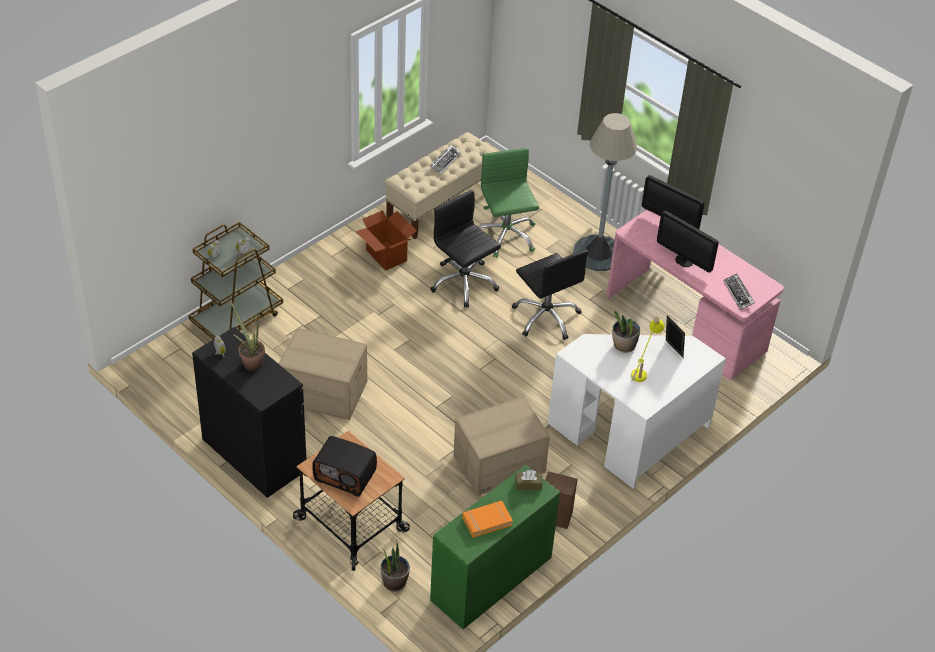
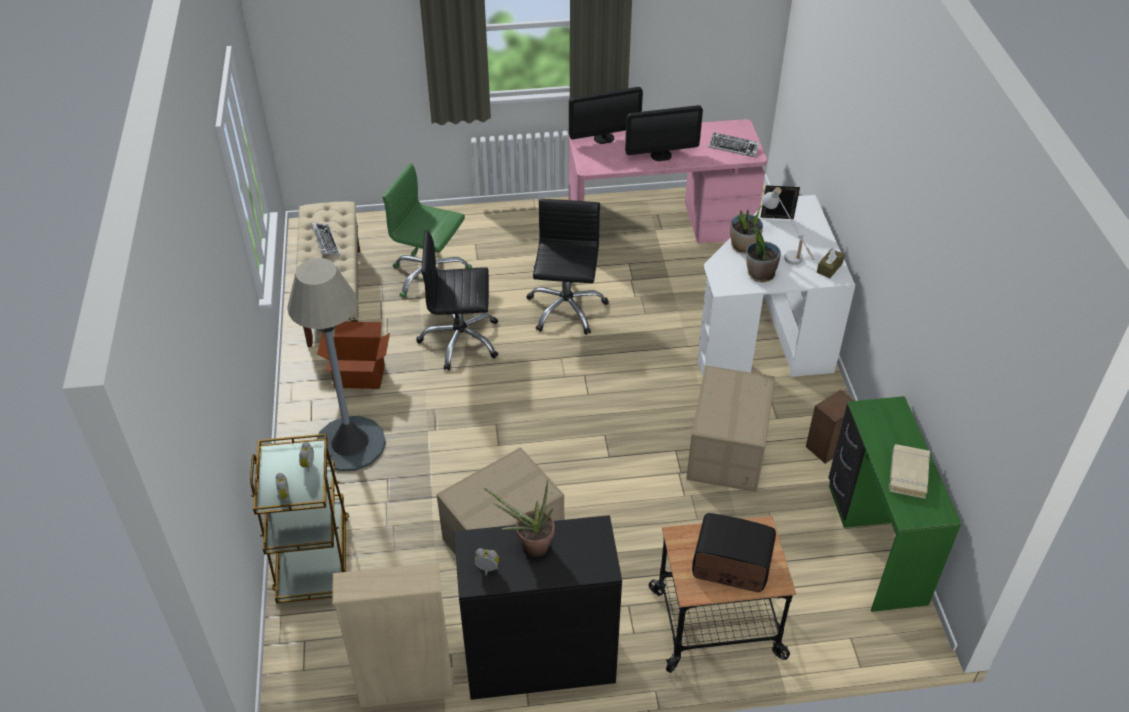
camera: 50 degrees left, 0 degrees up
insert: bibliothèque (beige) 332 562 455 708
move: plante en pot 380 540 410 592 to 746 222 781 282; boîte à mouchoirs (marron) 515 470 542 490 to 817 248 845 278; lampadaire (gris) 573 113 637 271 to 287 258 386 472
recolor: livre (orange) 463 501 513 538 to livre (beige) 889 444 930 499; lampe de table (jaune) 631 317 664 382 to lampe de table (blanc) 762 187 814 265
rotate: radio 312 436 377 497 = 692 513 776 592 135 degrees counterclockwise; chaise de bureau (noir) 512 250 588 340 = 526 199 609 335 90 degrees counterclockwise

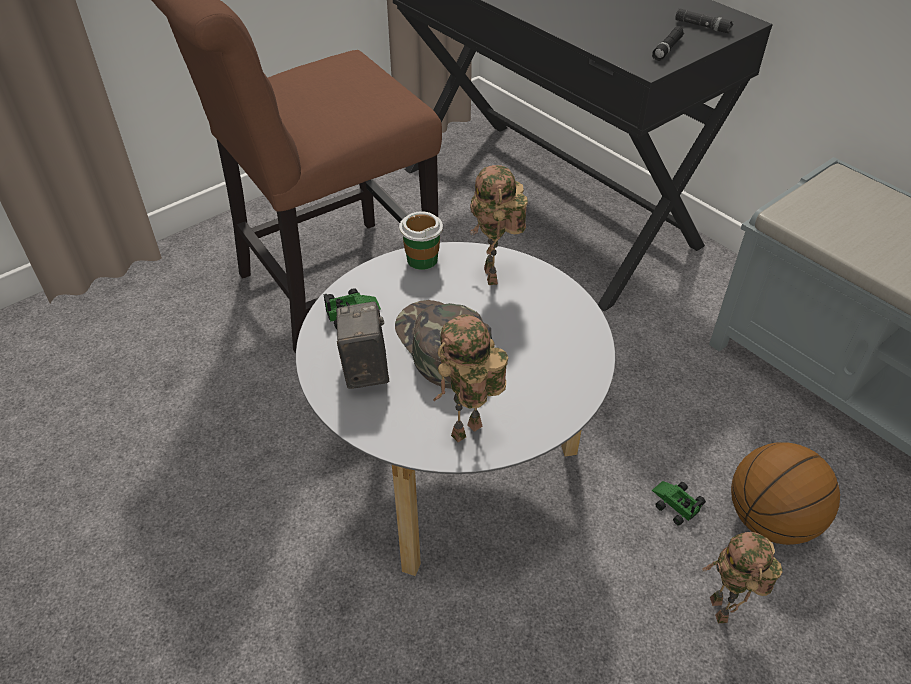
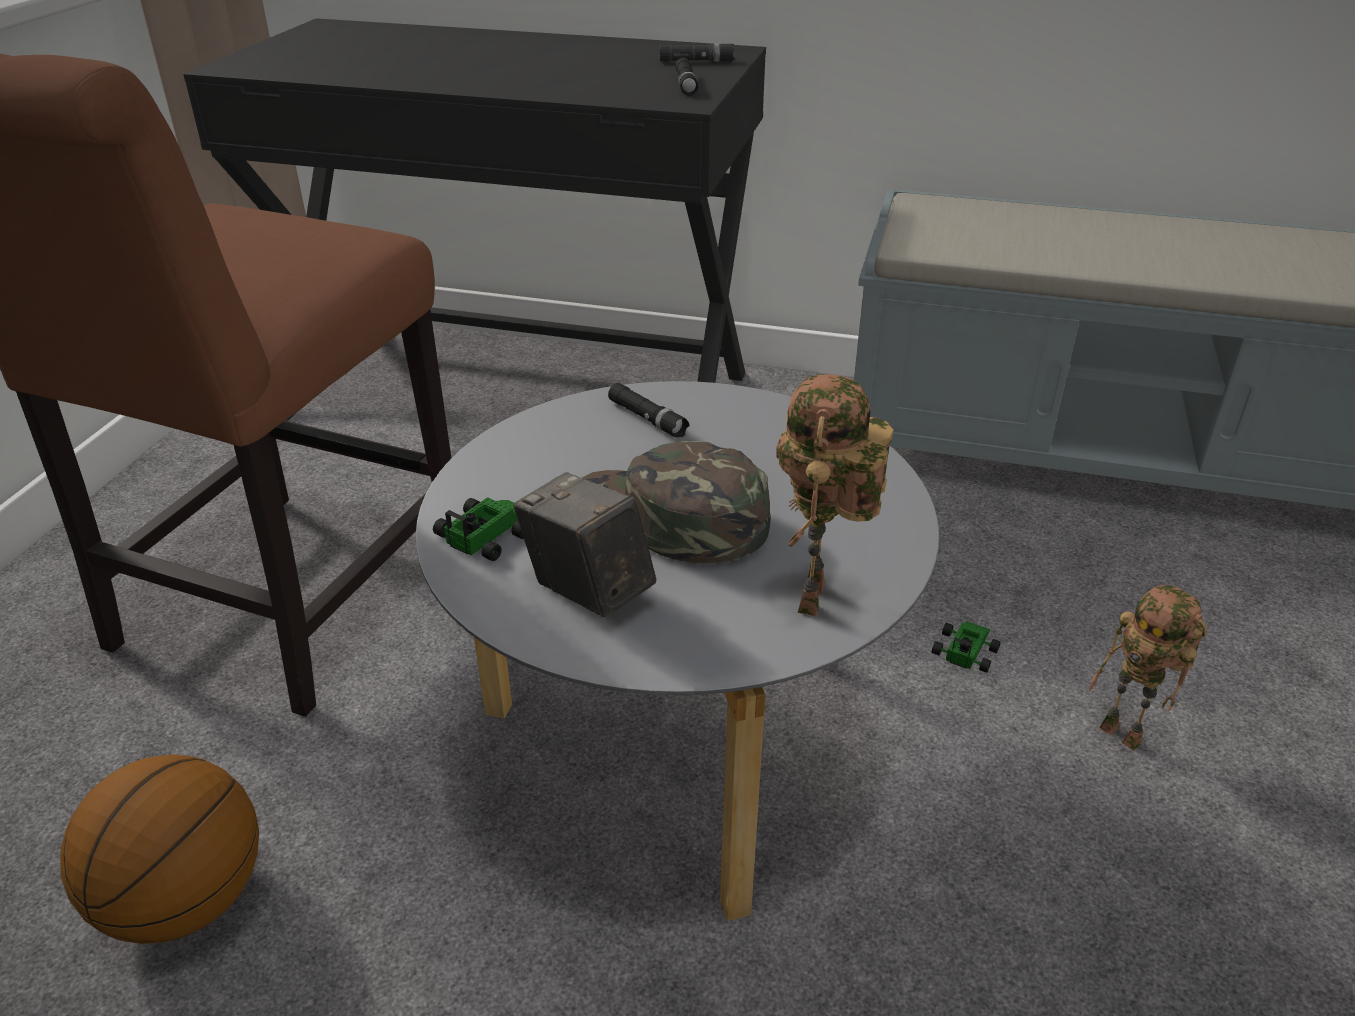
camera: 35 degrees left, 10 degrees down
delete: tasse 399 211 443 270
move: ballon de basket 731 442 840 545 to 60 754 259 944
replace: robot jouet 470 165 528 285 to lampe de poche (noir) 608 383 690 438
rotate: petite voiture 652 481 706 526 = 931 621 1001 673 105 degrees clockwise

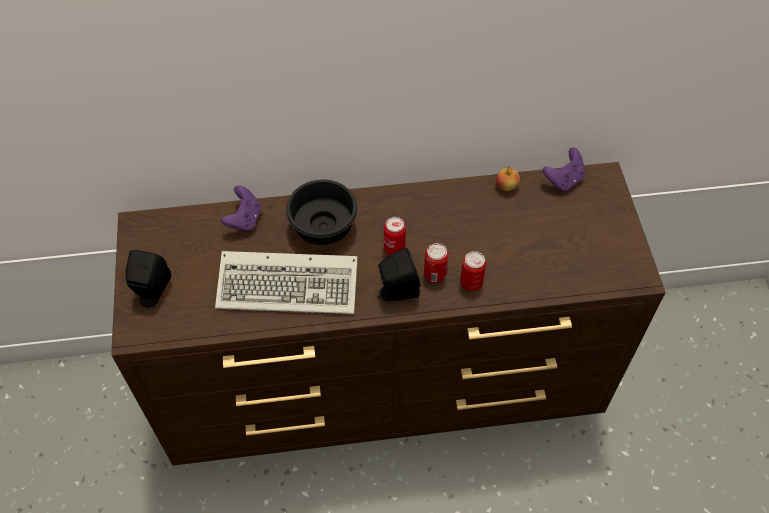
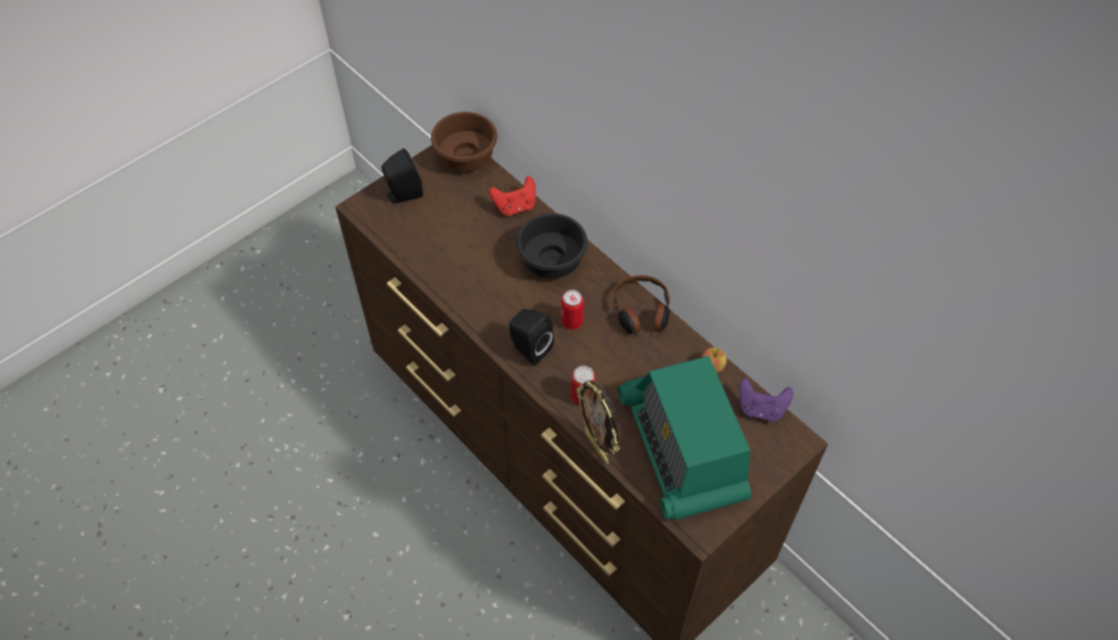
camera: 55 degrees right, 0 degrees up
delete: clavier 215 251 358 314; boîte métallique 424 243 449 283
insert: bol (marron) 431 112 497 171; cadre photo 576 381 621 465; casque audio 613 275 670 337; radio 618 356 751 520
recolor: manette (violet) 221 186 261 232 to manette (rouge) 489 176 536 216

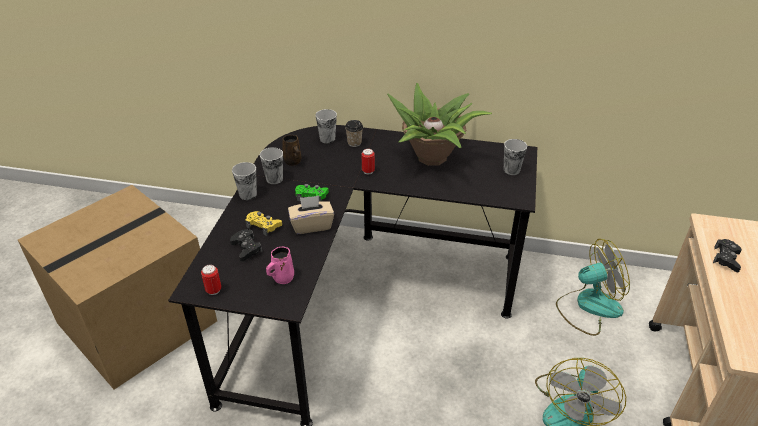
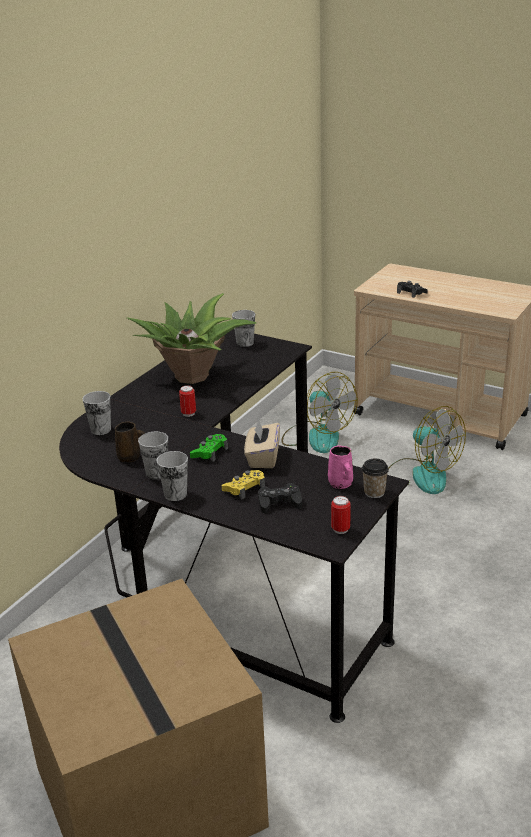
camera: 70 degrees left, 10 degrees down
move: tasse 345 120 363 147 to 362 459 389 498
rotate: ventilateur 556 239 630 336 = 281 372 358 453 135 degrees clockwise

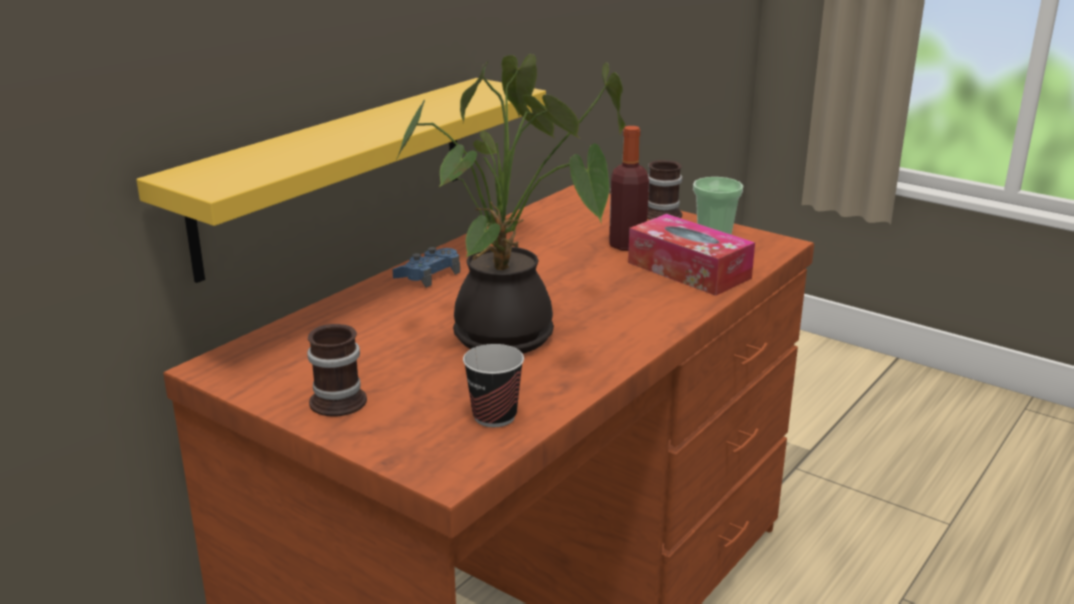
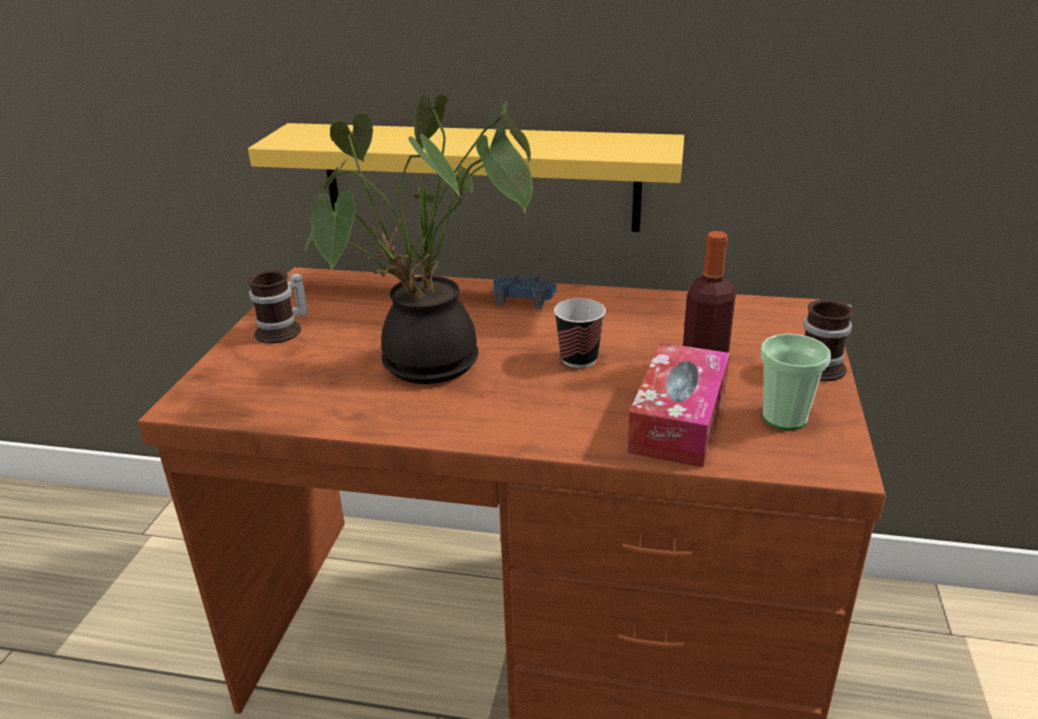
camera: 65 degrees right, 5 degrees up
move: tasse 463 344 524 427 to 554 298 606 368

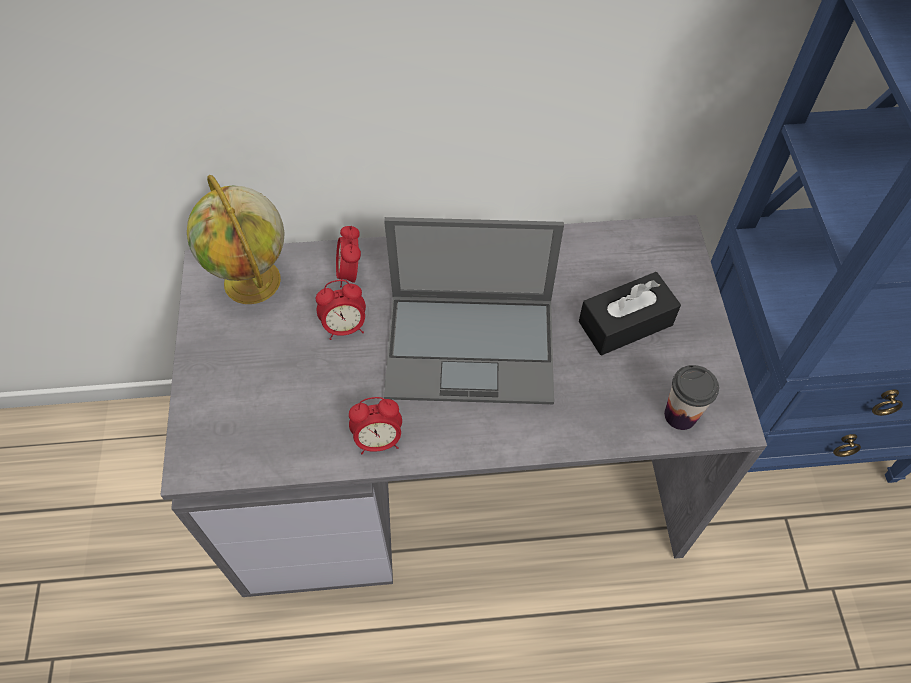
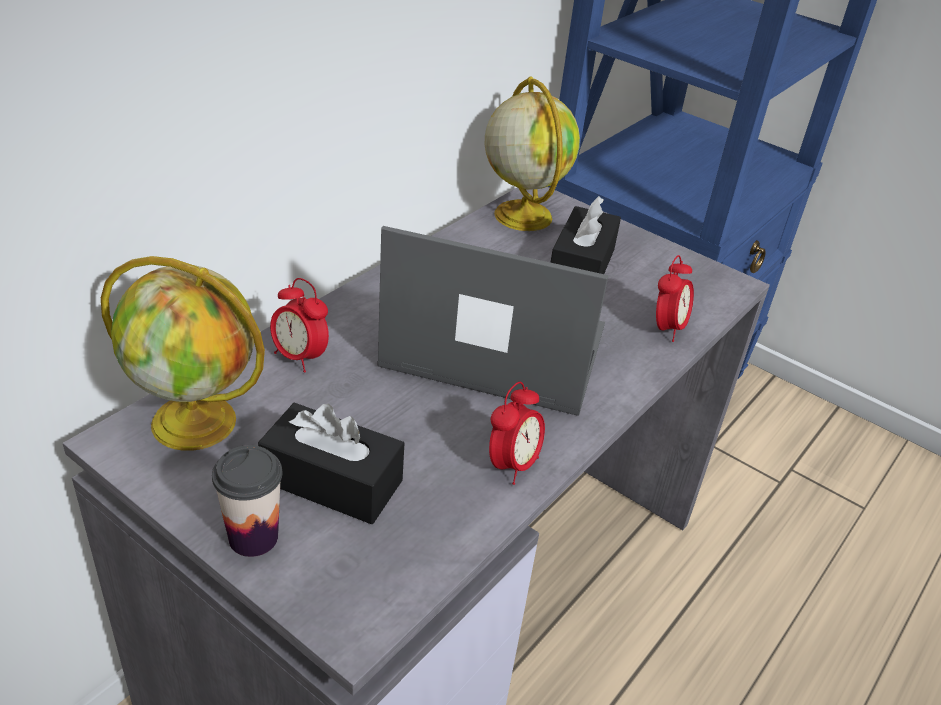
camera: 50 degrees left, 20 degrees down
insert: boîte à mouchoirs (noir) 258 403 404 524; globe 485 77 580 231
move: réveil 316 280 366 340 to 656 255 694 342; tasse 664 365 719 430 to 212 445 282 557
rotate: ordinateur portable 384 217 564 404 = 377 226 609 416 120 degrees counterclockwise

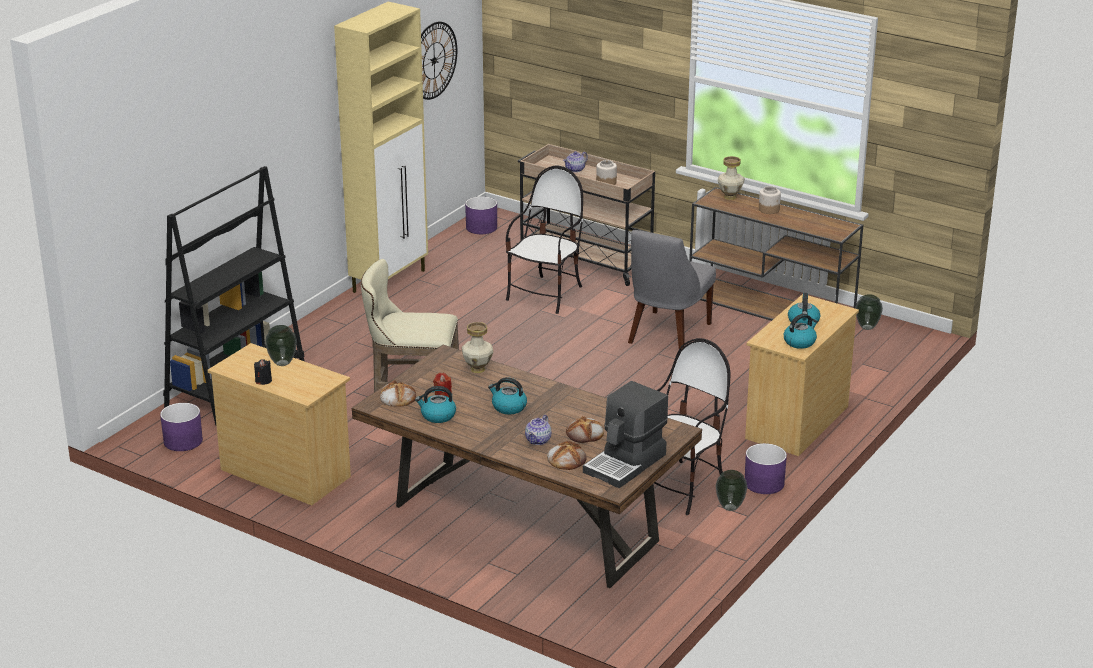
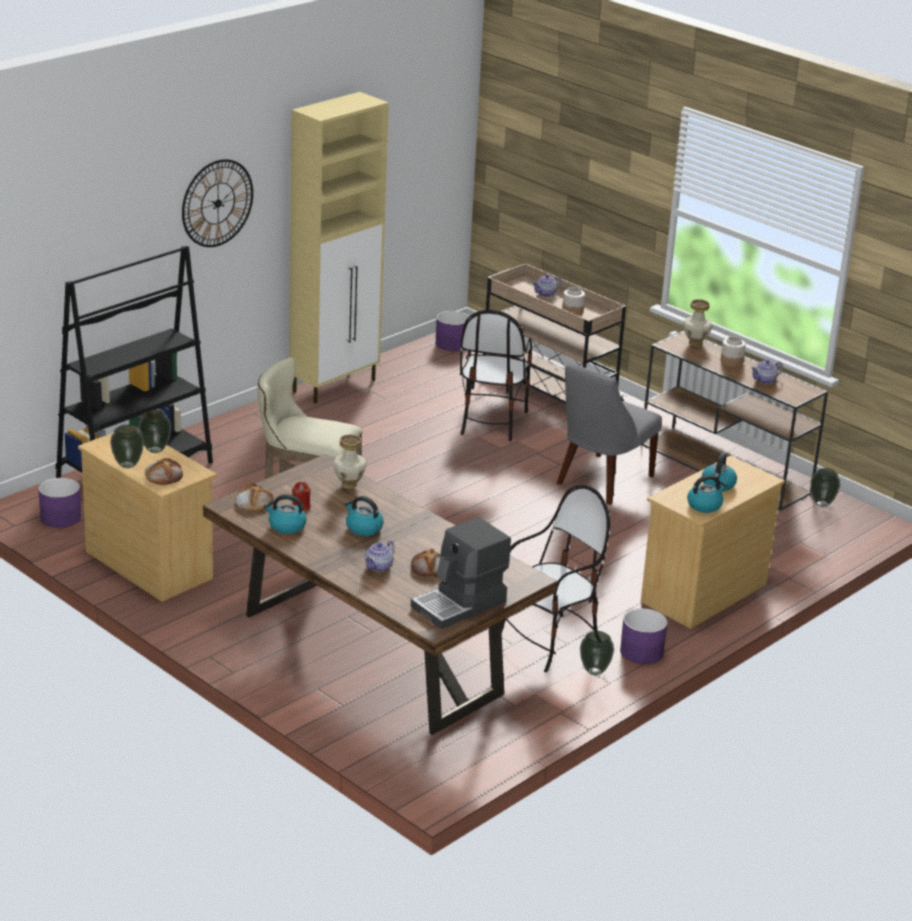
camera: 10 degrees right, 0 degrees up
insert: théière 751 360 783 384
move: horloge murale 421 22 457 100 to 182 159 253 247; pain 547 441 587 470 to 145 458 183 485
replace: bougie (noir) 254 359 272 385 to vase 110 424 144 468
rotate: chaise 506 166 583 314 = 460 310 532 441 150 degrees clockwise

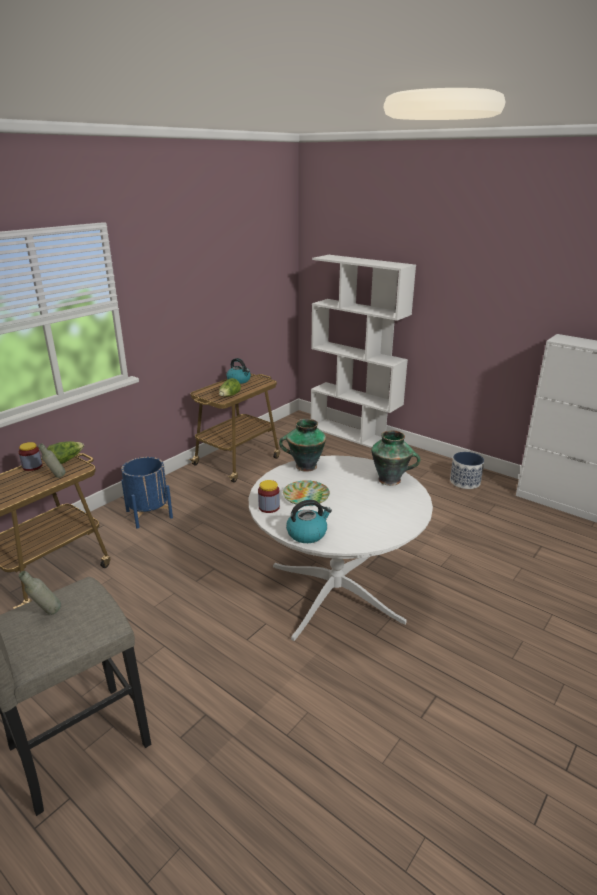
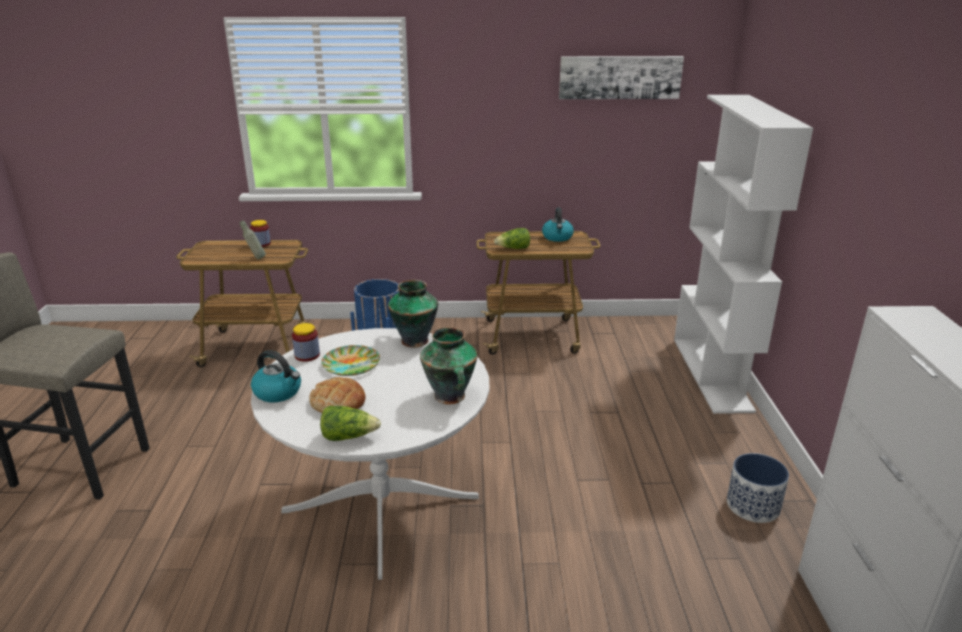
camera: 50 degrees right, 0 degrees up
delete: bouteille (gris) 19 571 61 615
insert: pain 309 377 366 413; tableau 559 56 684 99
move: laitue 47 441 84 464 to 320 405 381 441

